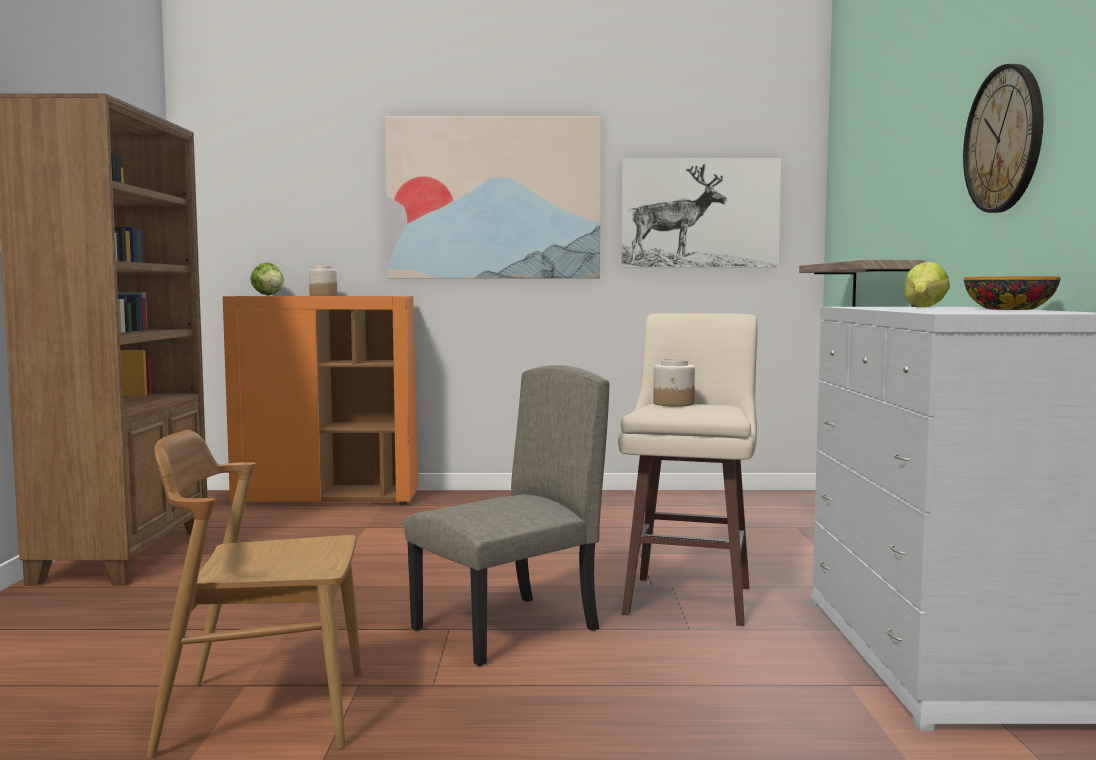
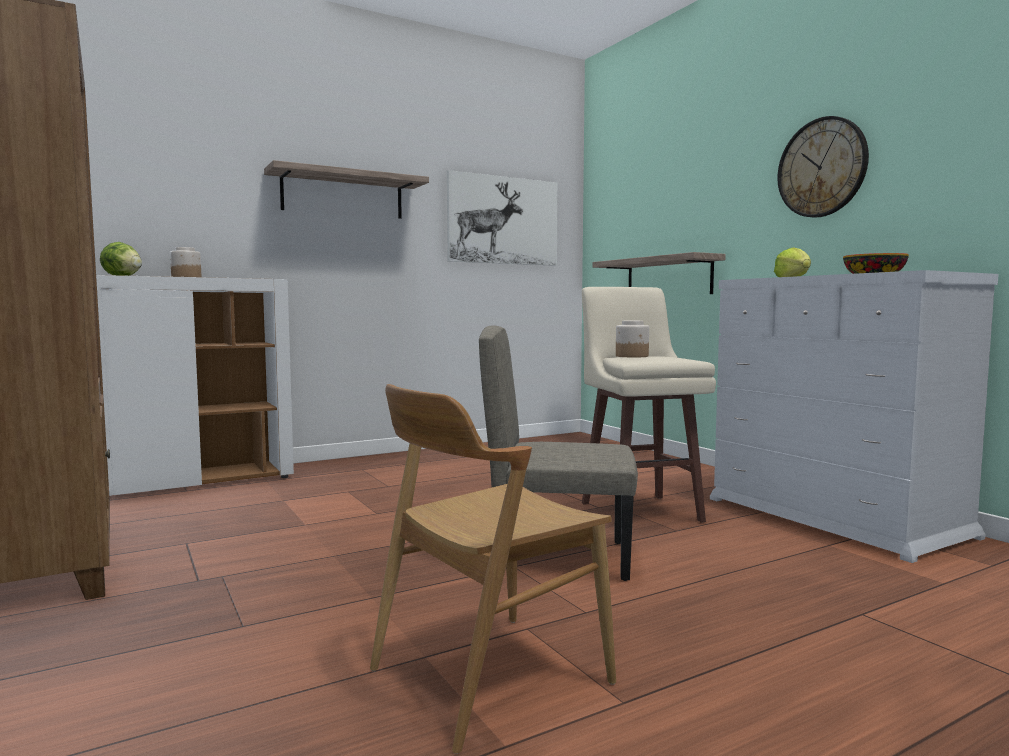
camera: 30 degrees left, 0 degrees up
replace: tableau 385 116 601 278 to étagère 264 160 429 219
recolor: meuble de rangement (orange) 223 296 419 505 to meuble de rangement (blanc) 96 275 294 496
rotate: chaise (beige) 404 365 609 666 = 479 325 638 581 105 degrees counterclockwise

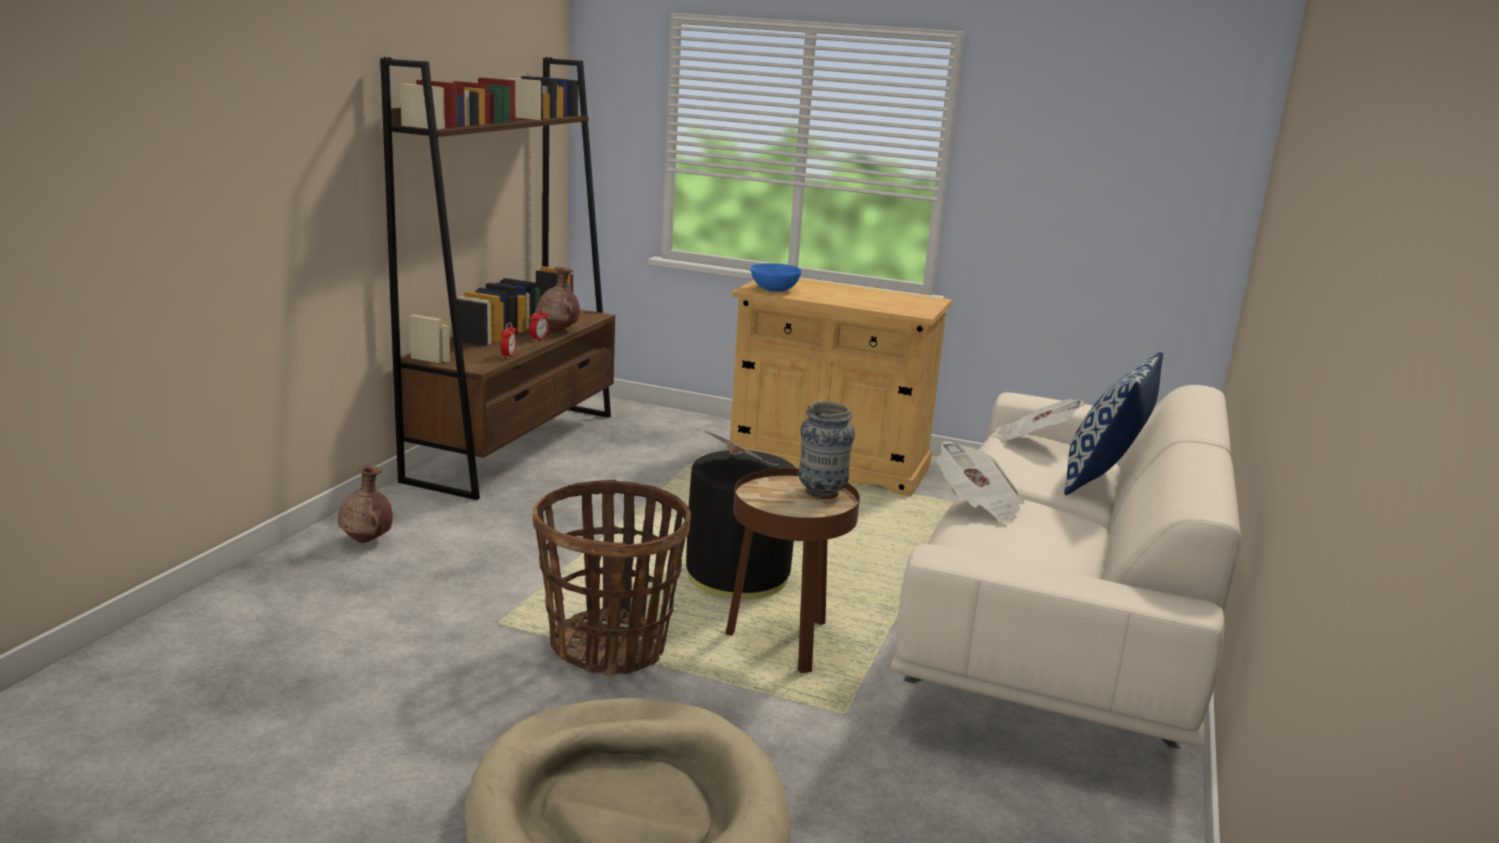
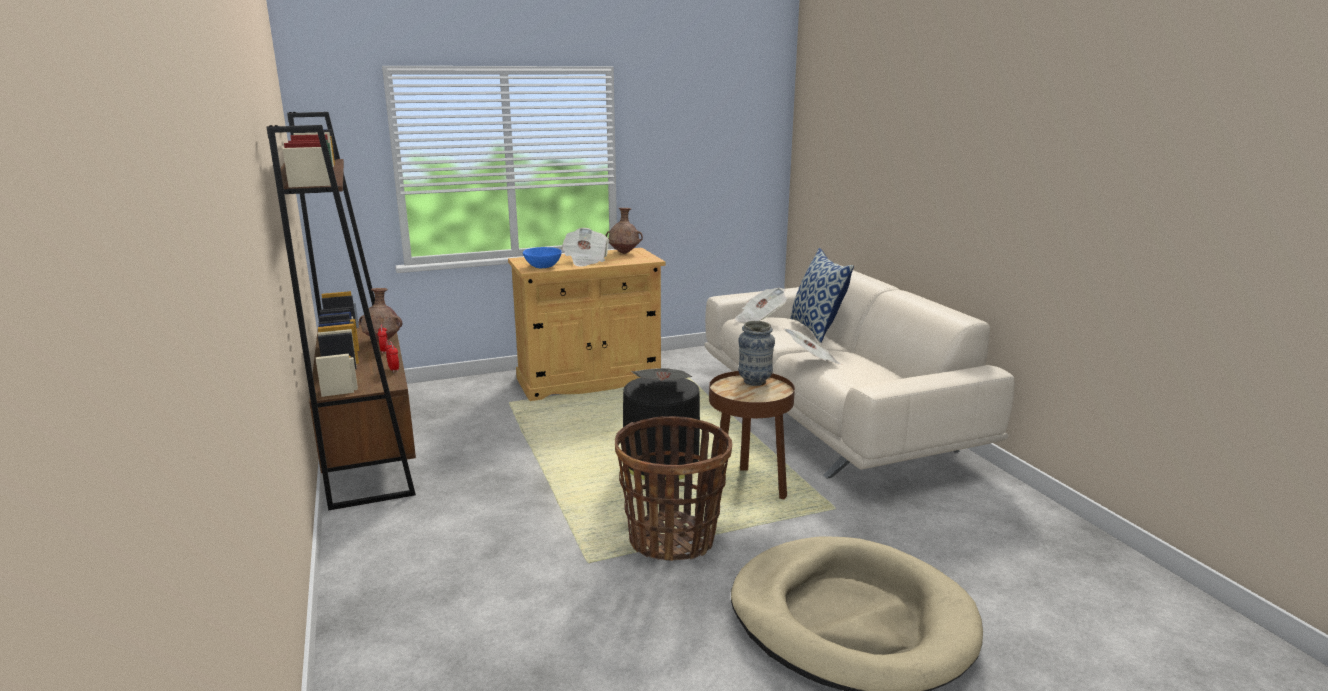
camera: 40 degrees left, 0 degrees up
insert: journal 561 228 609 267
move: vase (marron) 338 466 393 543 to 605 208 643 254

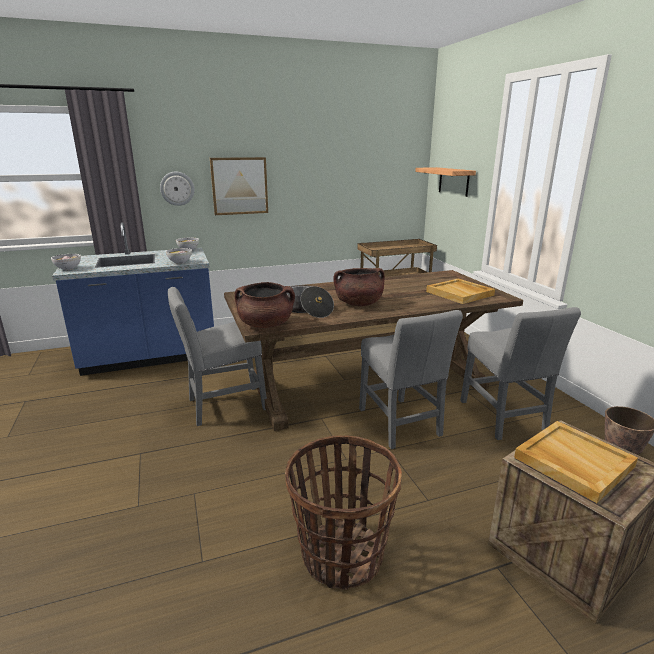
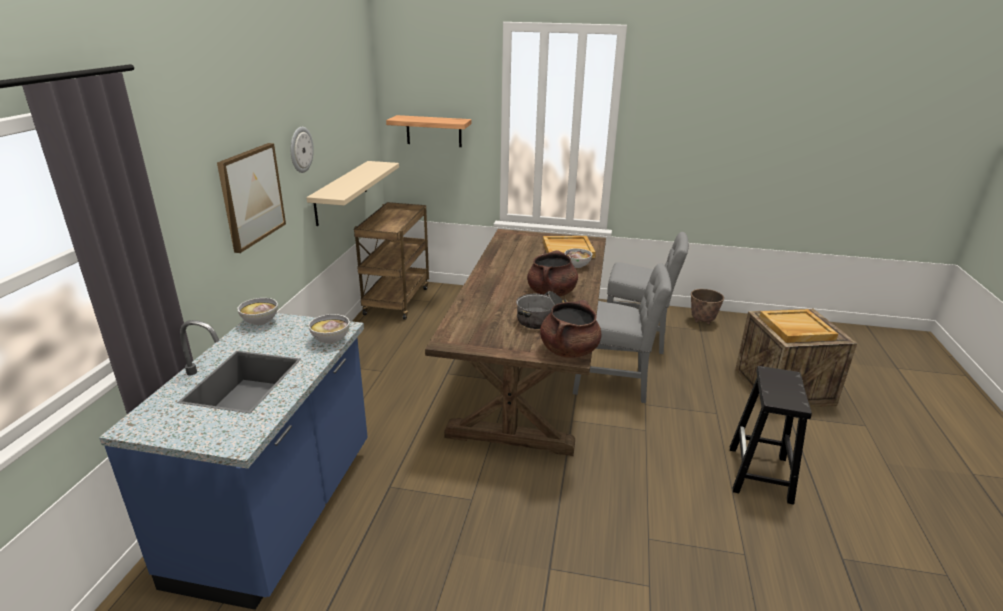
camera: 60 degrees left, 5 degrees up
delete: chaise (gris) 168 287 267 426
insert: étagère (beige) 306 161 399 226
move: bol 51 254 81 270 to 565 248 592 268; horloge murale 160 172 195 206 to 291 127 314 173
replace: panier 285 435 402 590 to tabouret (noir) 730 366 812 505

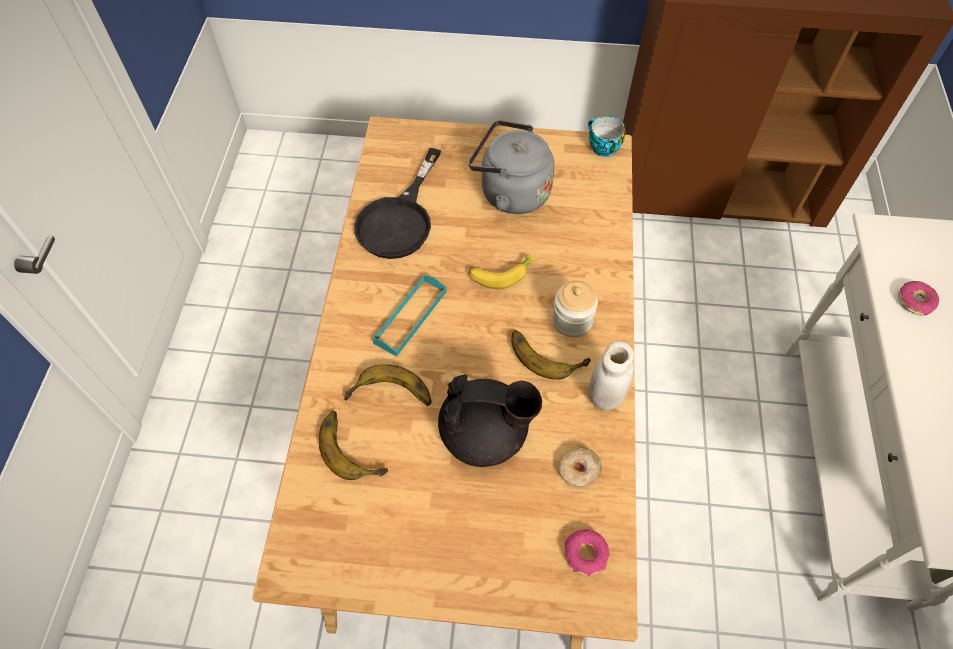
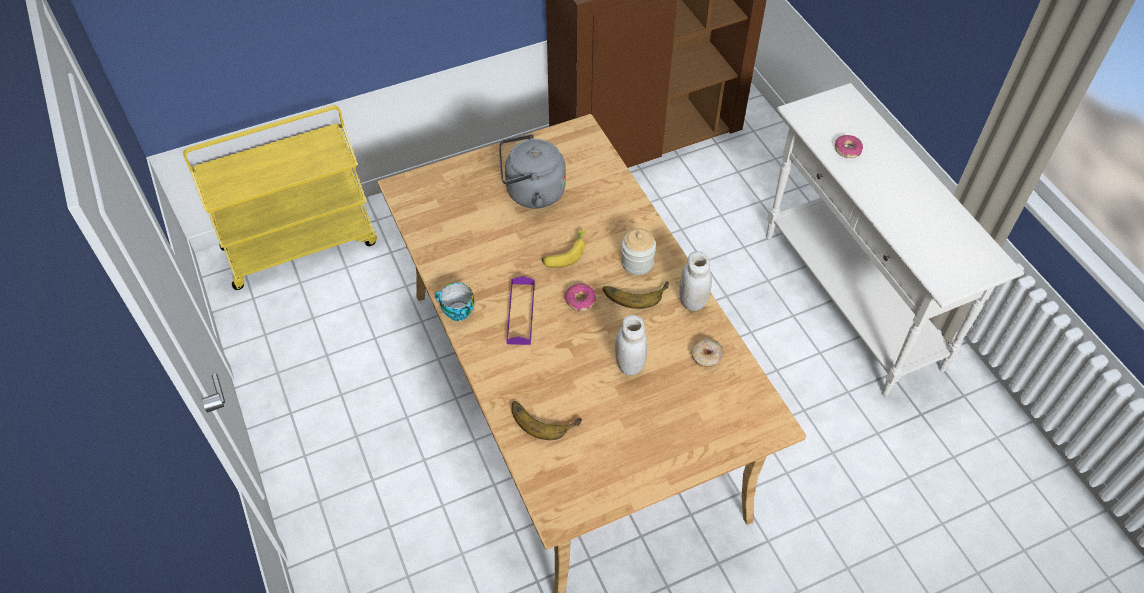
camera: 30 degrees left, 5 degrees down
delete: banane 344 364 432 406; poêle (noir) 354 148 441 259
insert: chariot (jaune) 183 105 377 290
move: beignet 565 529 610 576 to 564 284 596 311; tasse 588 116 626 157 to 435 283 474 321
replace: théière (noir) 438 374 542 467 to bocal (blanc) 615 315 647 375
recolor: plateau (turquoise) 372 275 446 357 to plateau (violet) 506 276 535 345

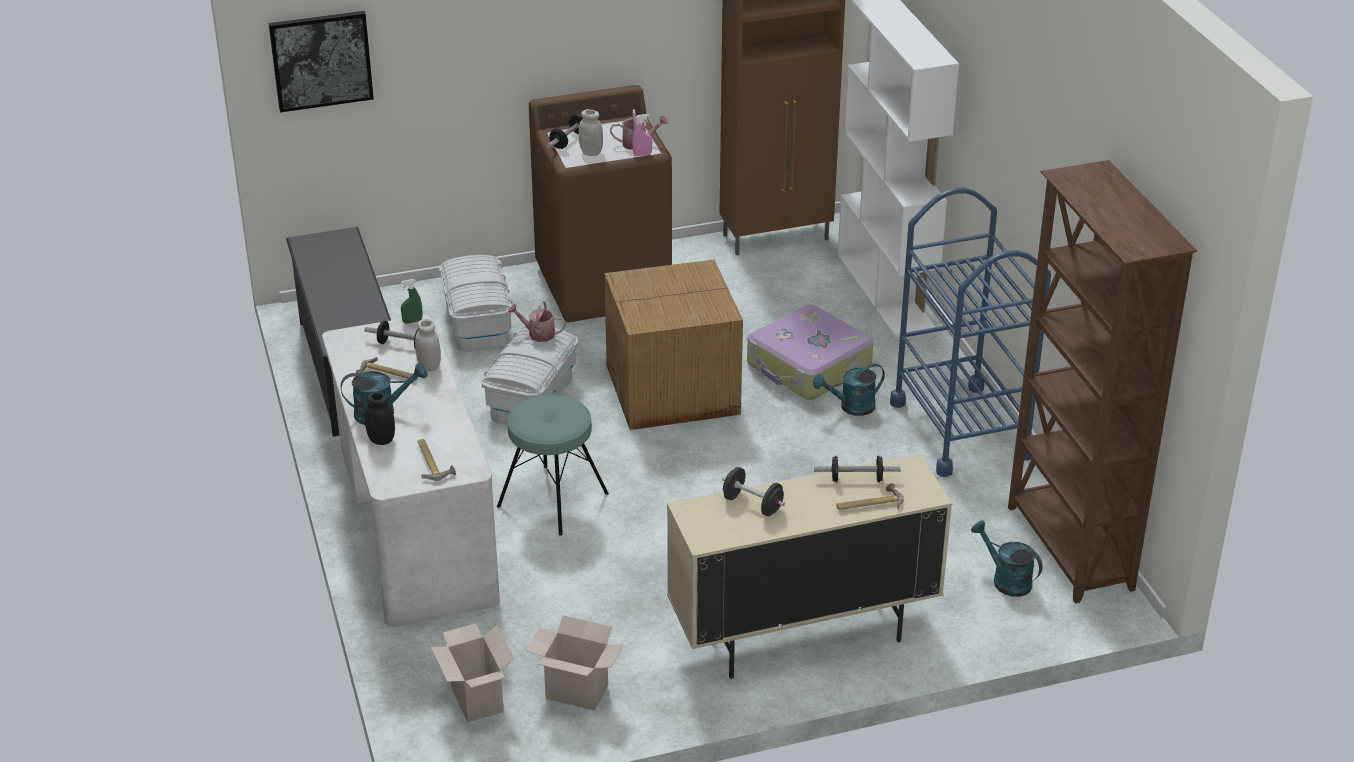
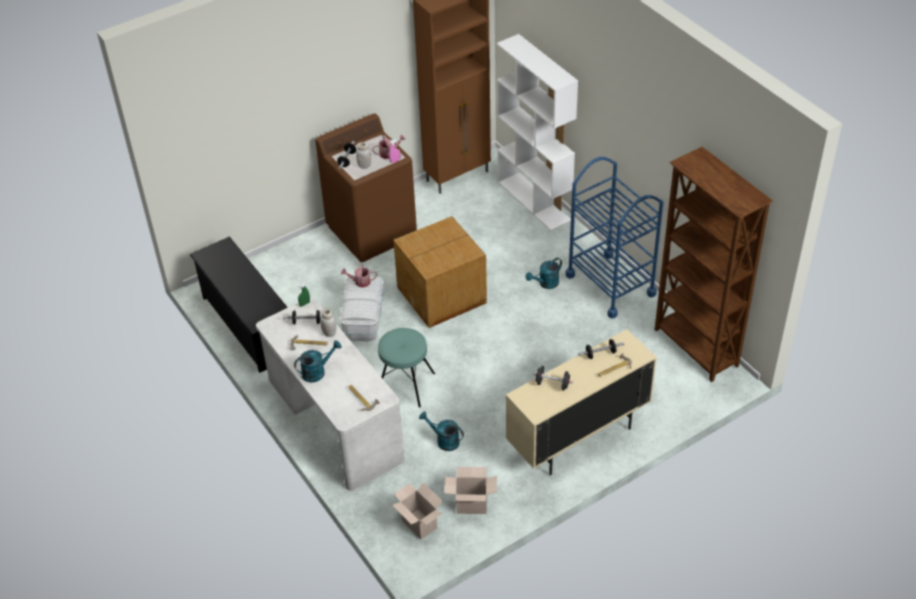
camera: 15 degrees left, 10 degrees up
delete: tableau 268 11 374 112; bocal (noir) 365 392 395 445; boîte de rangement (blanc) 439 255 513 351; valise 747 304 873 400
move: arrosoir (turquoise) 971 520 1043 597 to 419 411 464 451

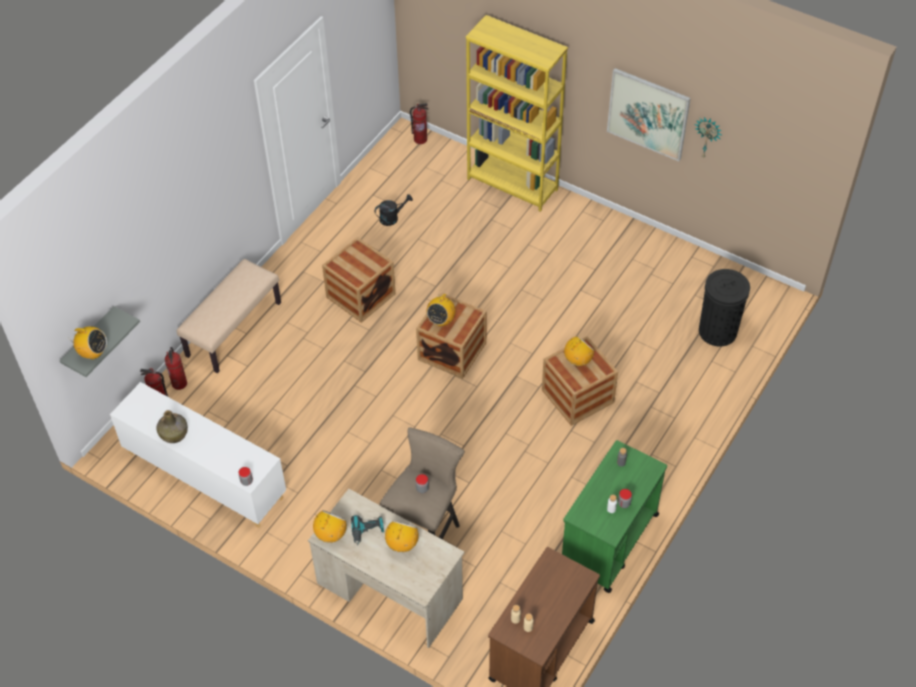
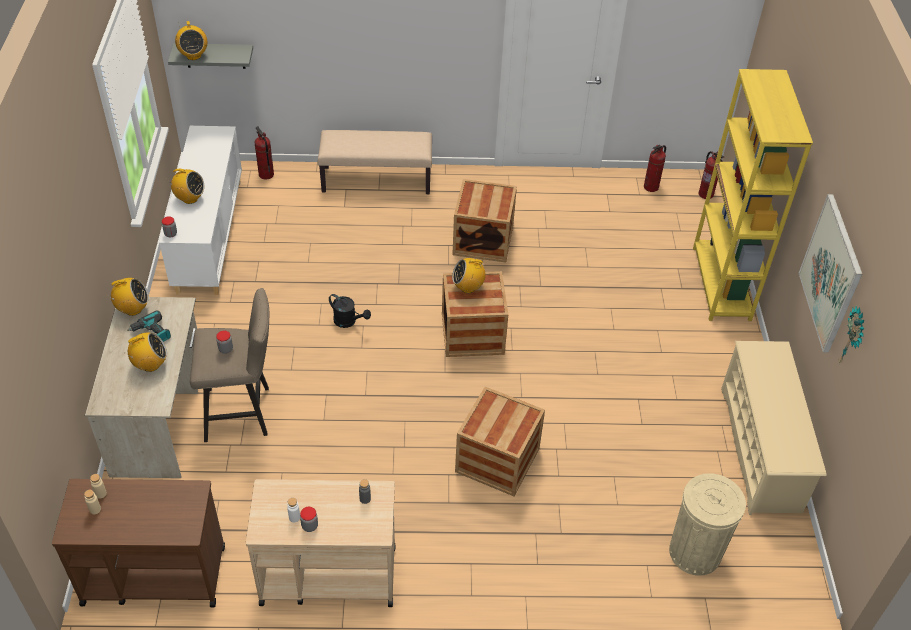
camera: 55 degrees right, 5 degrees down
delete: bouteille (vert) 156 410 188 443
insert: étagère à chaussures (beige) 721 341 827 515
move: extincteur 165 347 187 390 to 644 145 666 192; arrosoir (noir) 375 194 413 226 to 329 294 371 328; radio 564 336 594 367 to 167 169 205 204
recolor: chariot (vert) 562 440 667 593 to chariot (beige) 246 479 396 607; poubelle (noir) 699 269 750 347 to poubelle (beige) 669 473 746 576

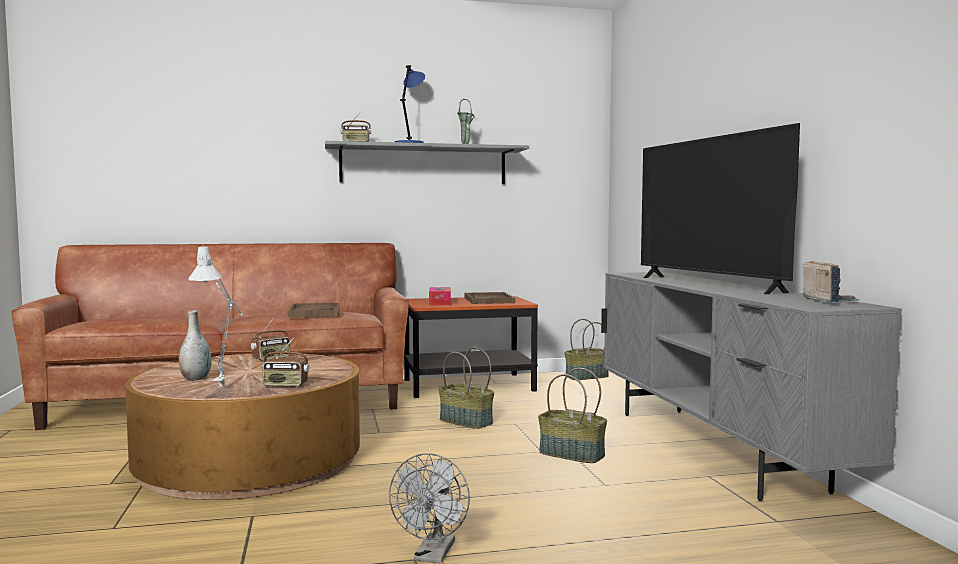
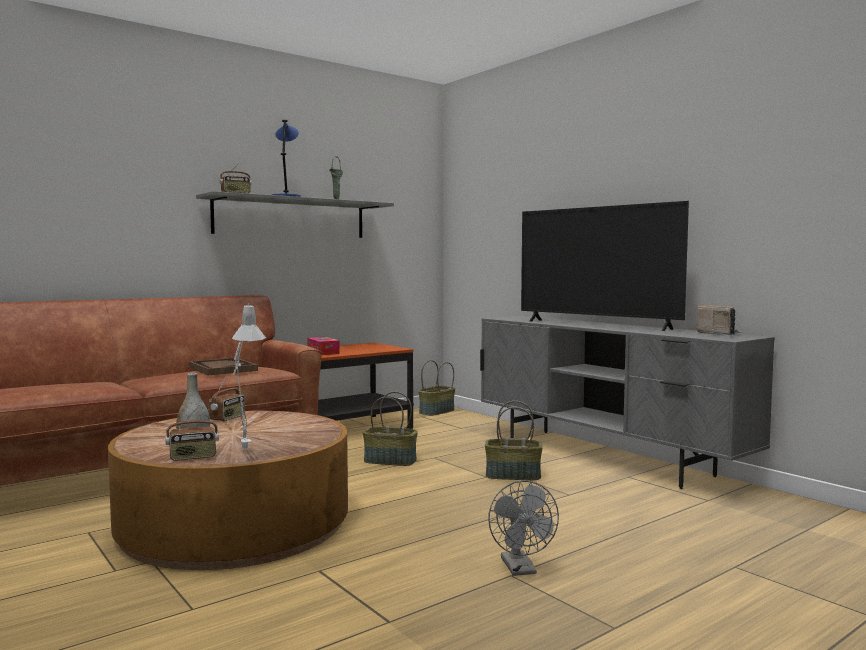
camera: 25 degrees left, 0 degrees up
delete: plateau (marron) 464 292 515 304
move: radio 262 337 309 387 to 165 405 219 461

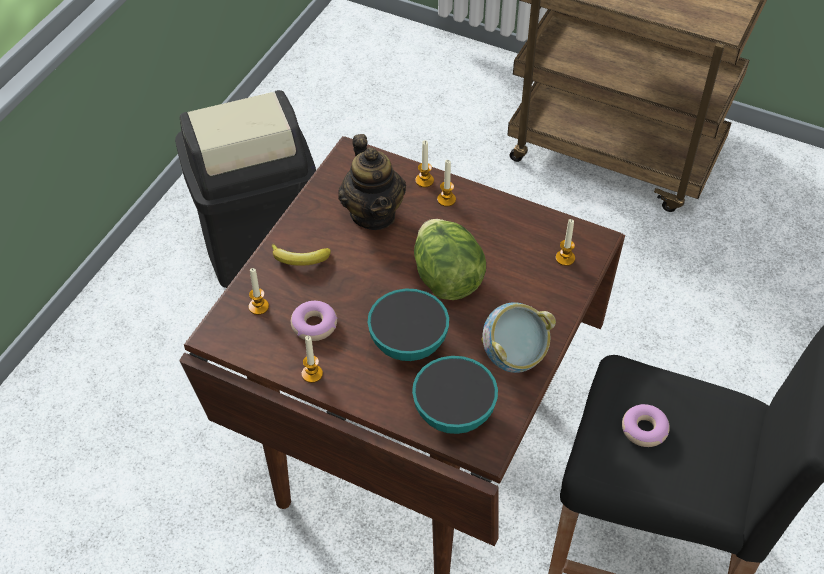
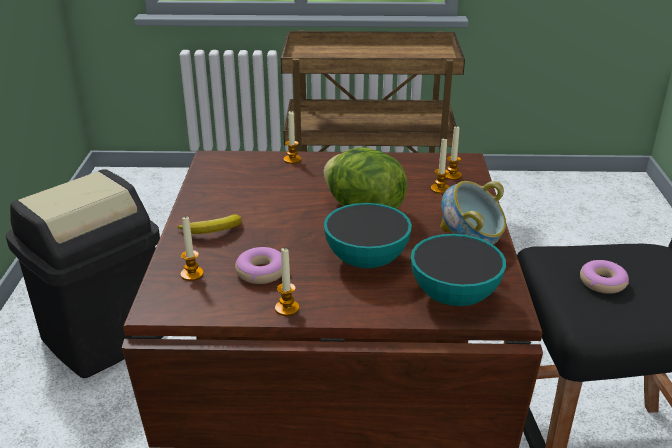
camera: 25 degrees left, 20 degrees down
delete: théière 338 134 406 230
move: bougie 437 160 456 207 to 431 137 449 194

